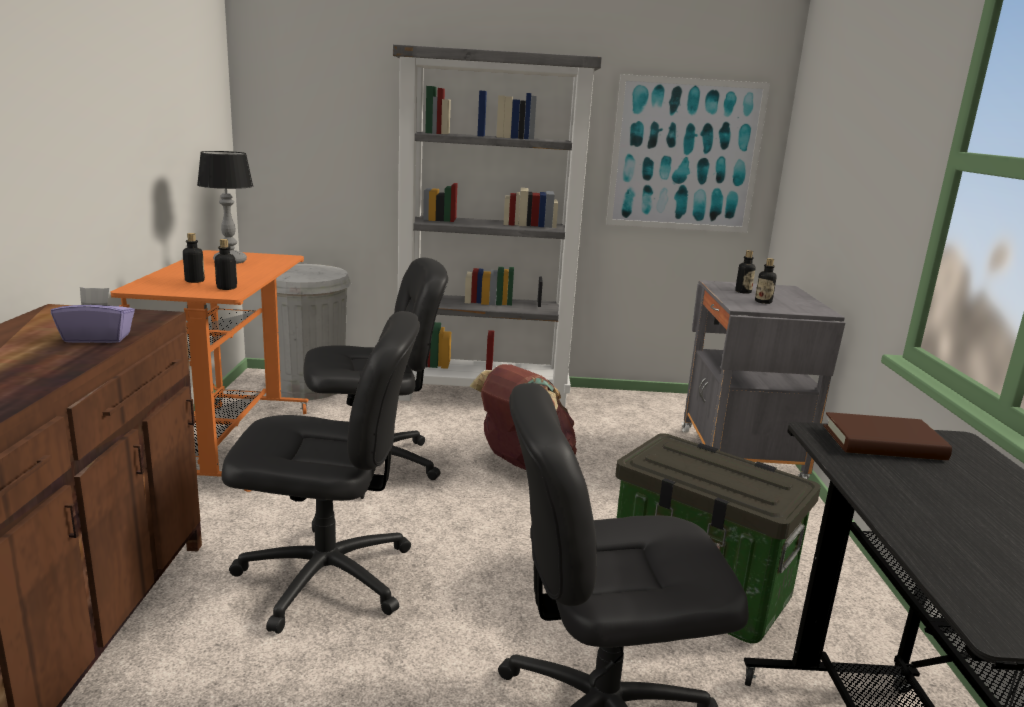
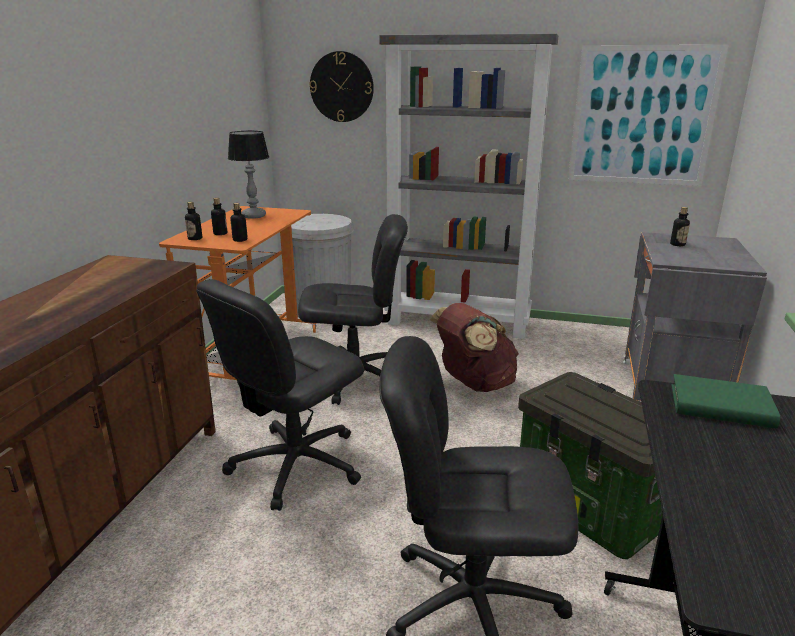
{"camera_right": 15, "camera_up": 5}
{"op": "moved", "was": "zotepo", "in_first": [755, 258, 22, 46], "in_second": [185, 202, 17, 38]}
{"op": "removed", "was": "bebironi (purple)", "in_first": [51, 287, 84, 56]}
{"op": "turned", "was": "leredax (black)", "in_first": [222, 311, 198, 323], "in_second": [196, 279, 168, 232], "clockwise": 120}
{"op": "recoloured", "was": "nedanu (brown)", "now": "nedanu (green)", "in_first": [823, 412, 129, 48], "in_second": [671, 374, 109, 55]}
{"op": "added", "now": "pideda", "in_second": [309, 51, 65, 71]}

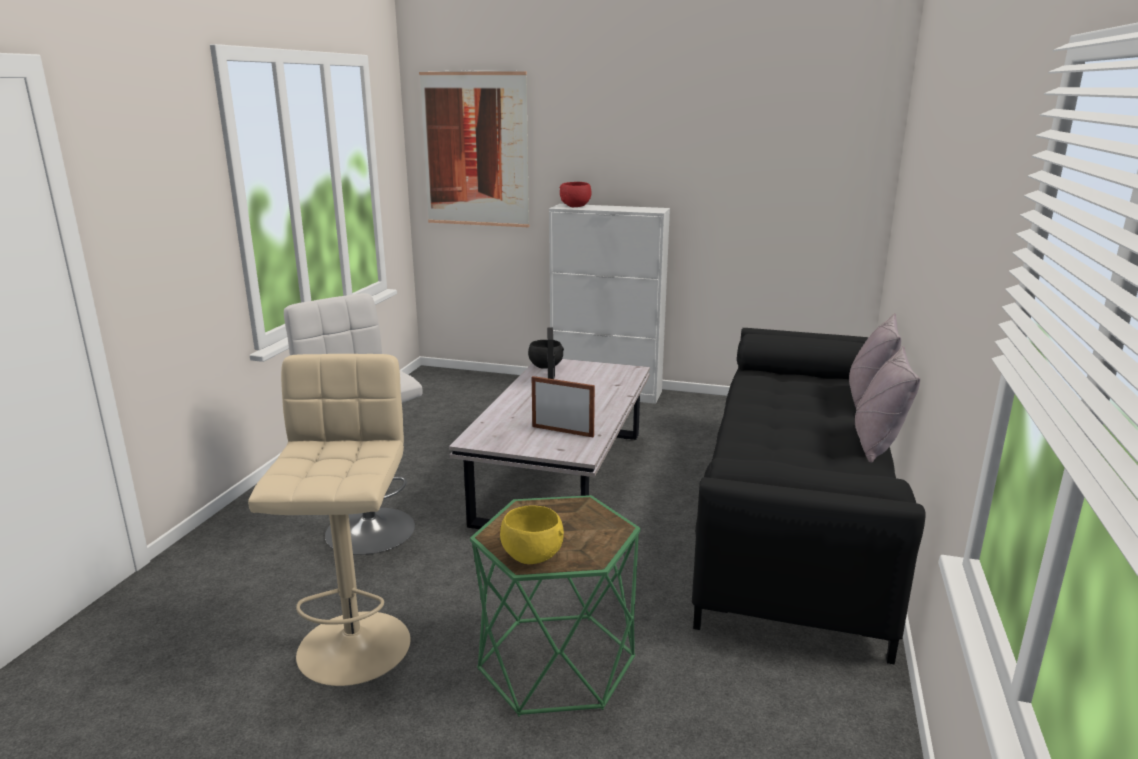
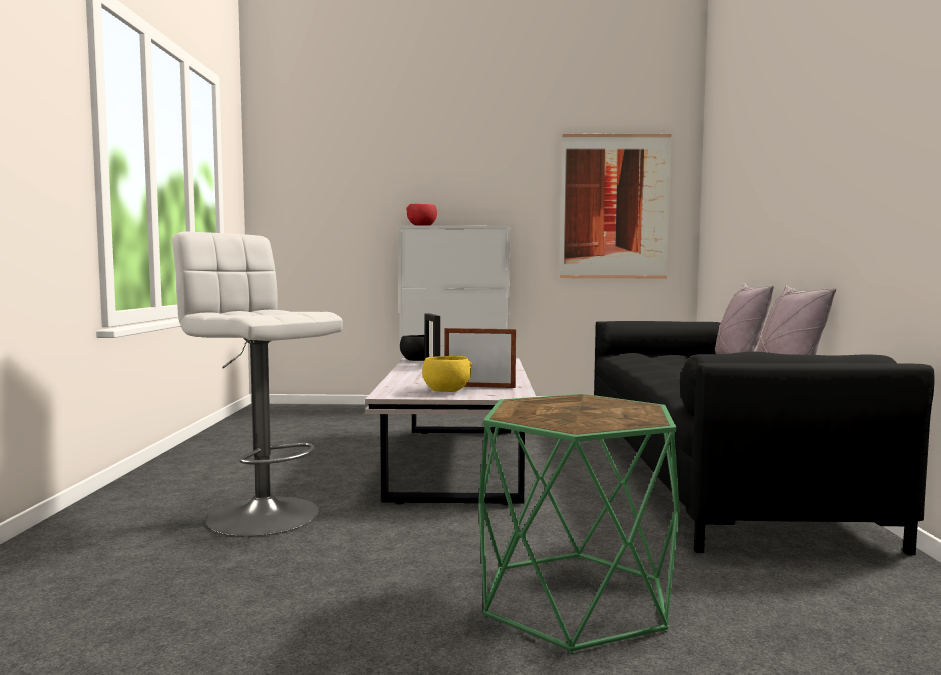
{"camera_right": -15, "camera_up": -15}
{"op": "moved", "was": "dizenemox", "in_first": [419, 71, 110, 156], "in_second": [560, 133, 111, 145]}
{"op": "removed", "was": "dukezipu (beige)", "in_first": [248, 354, 163, 332]}
{"op": "moved", "was": "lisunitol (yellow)", "in_first": [500, 506, 64, 58], "in_second": [422, 356, 51, 36]}

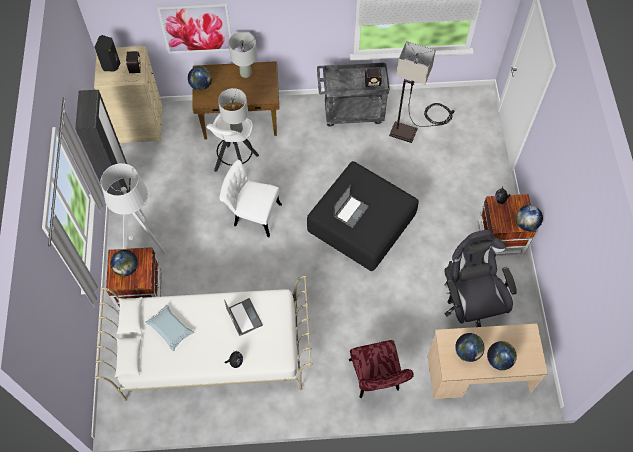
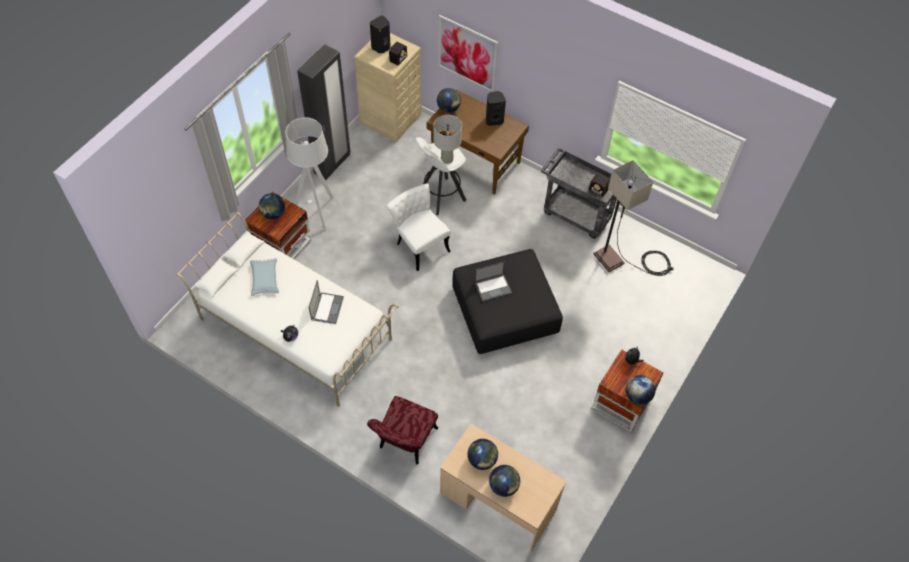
{"camera_right": 35, "camera_up": -5}
{"op": "replaced", "was": "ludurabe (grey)", "now": "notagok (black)", "in_first": [228, 32, 29, 46], "in_second": [486, 91, 20, 35]}
{"op": "removed", "was": "leredax (black)", "in_first": [445, 229, 72, 98]}

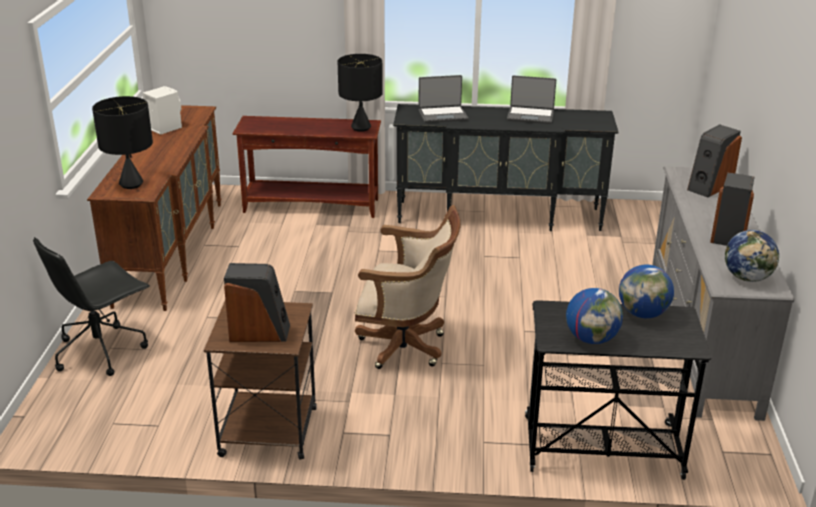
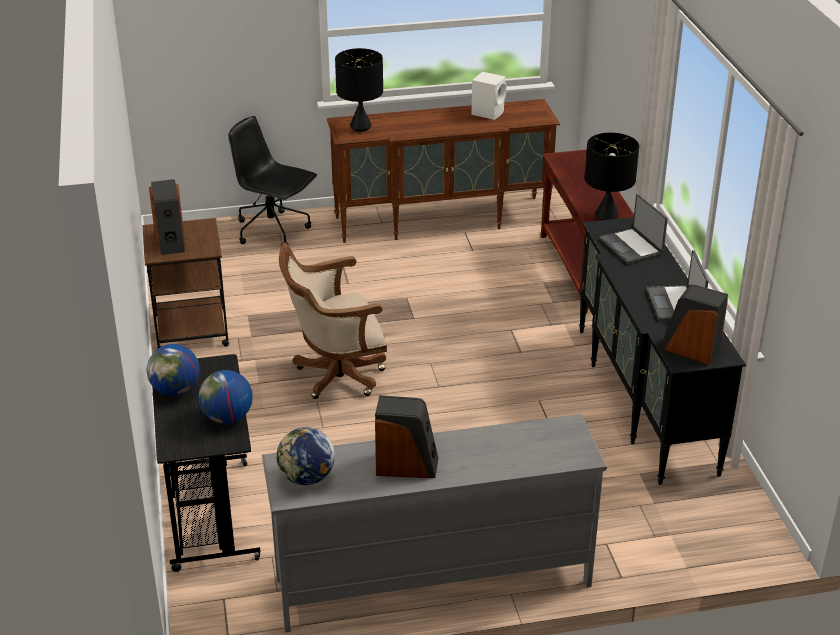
{"camera_right": 75, "camera_up": 5}
{"op": "moved", "was": "notagok", "in_first": [687, 124, 55, 73], "in_second": [660, 285, 68, 80]}
{"op": "turned", "was": "leredax", "in_first": [355, 205, 105, 164], "in_second": [279, 242, 108, 157], "clockwise": 75}

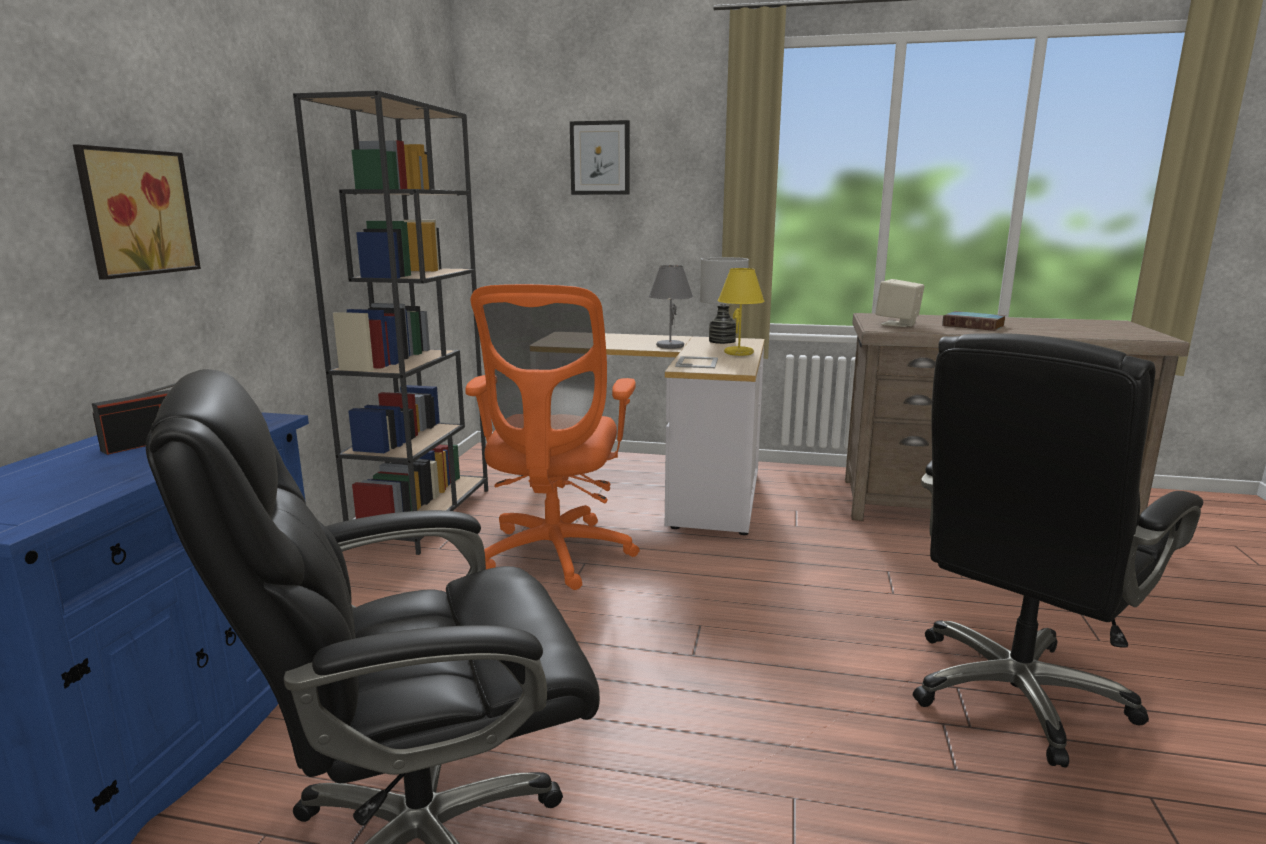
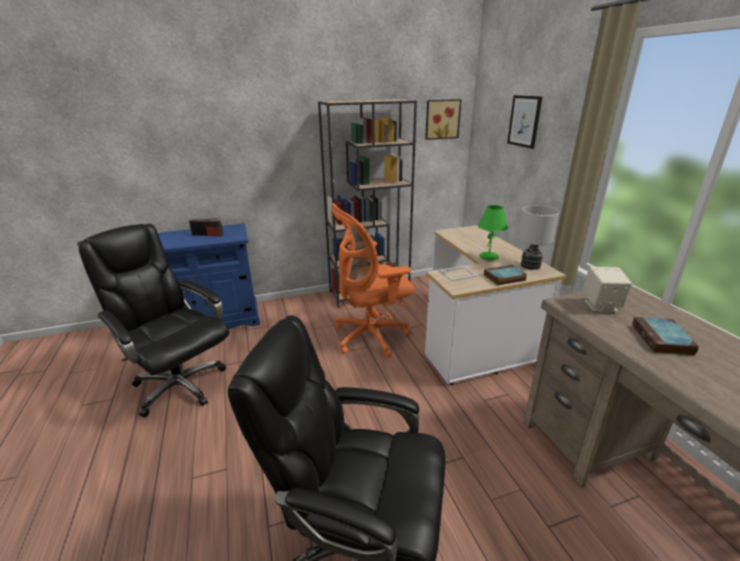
{"camera_right": 60, "camera_up": 10}
{"op": "moved", "was": "dizenemox", "in_first": [73, 144, 128, 136], "in_second": [425, 99, 37, 41]}
{"op": "recoloured", "was": "ludurabe (grey)", "now": "ludurabe (green)", "in_first": [649, 265, 44, 84], "in_second": [478, 205, 30, 55]}
{"op": "replaced", "was": "ludurabe (yellow)", "now": "nedanu", "in_first": [718, 268, 47, 88], "in_second": [484, 265, 43, 21]}

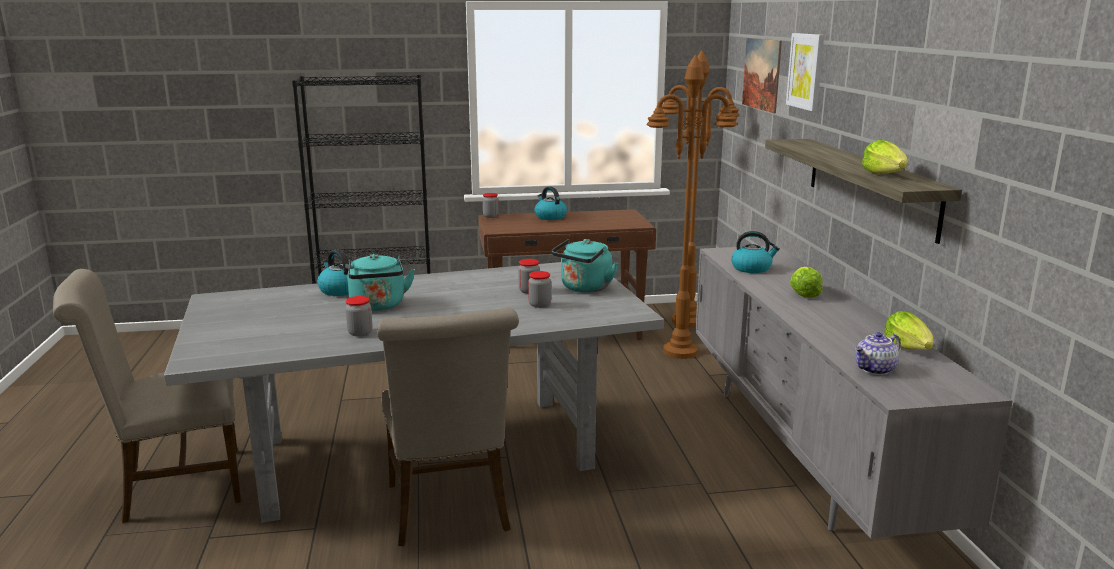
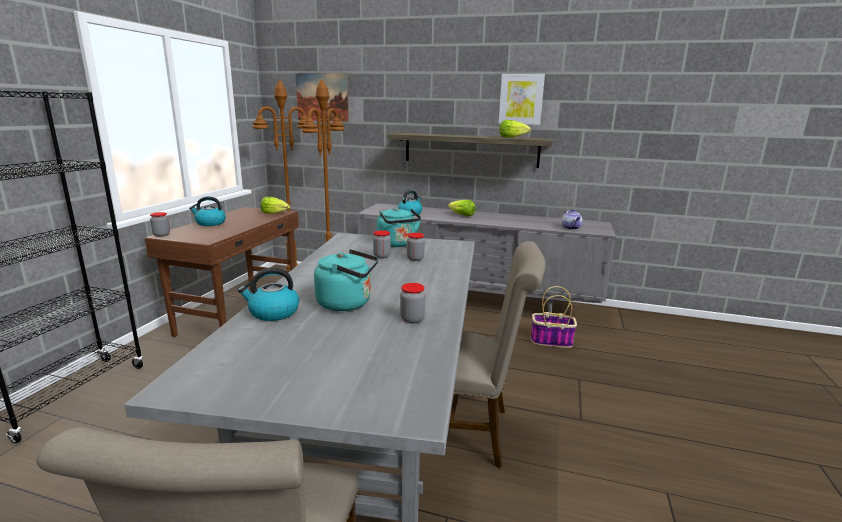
{"camera_right": -65, "camera_up": 0}
{"op": "moved", "was": "dizenemox", "in_first": [786, 33, 38, 78], "in_second": [498, 74, 47, 51]}
{"op": "moved", "was": "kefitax", "in_first": [884, 311, 50, 39], "in_second": [260, 197, 30, 17]}
{"op": "added", "now": "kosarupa", "in_second": [531, 286, 46, 62]}

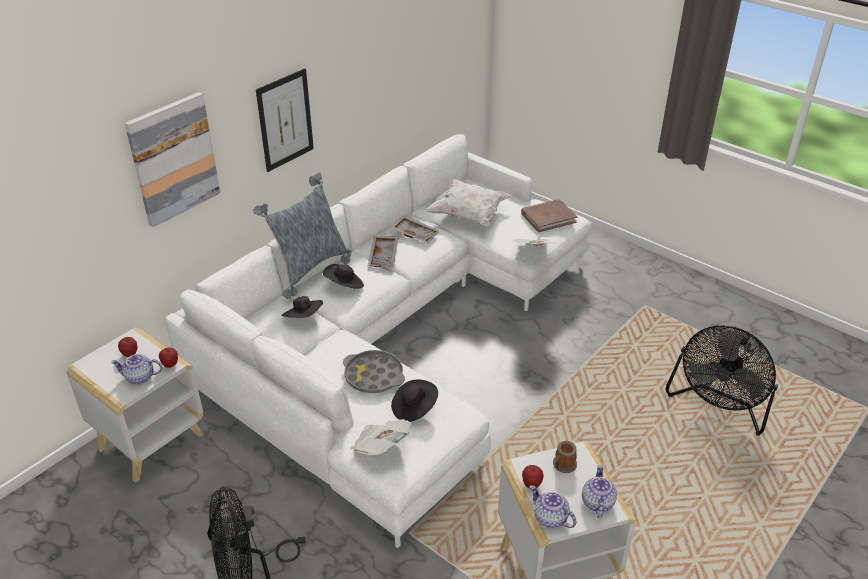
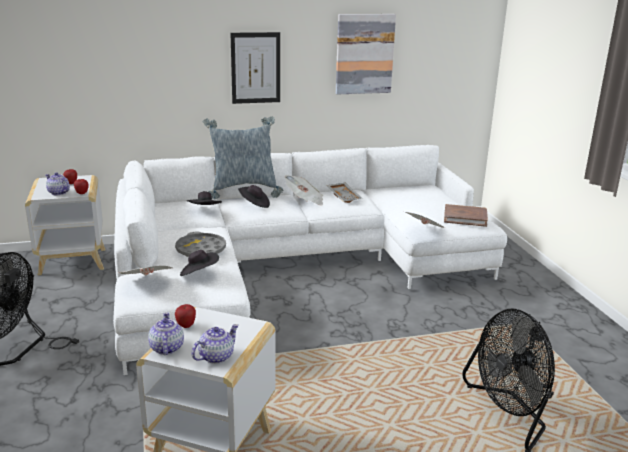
{"camera_right": 35, "camera_up": -15}
{"op": "moved", "was": "dizenemox", "in_first": [125, 92, 95, 135], "in_second": [336, 14, 60, 80]}
{"op": "removed", "was": "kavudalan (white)", "in_first": [425, 179, 87, 47]}
{"op": "replaced", "was": "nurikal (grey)", "now": "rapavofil", "in_first": [368, 236, 31, 31], "in_second": [285, 175, 38, 31]}
{"op": "removed", "was": "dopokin", "in_first": [553, 441, 24, 32]}

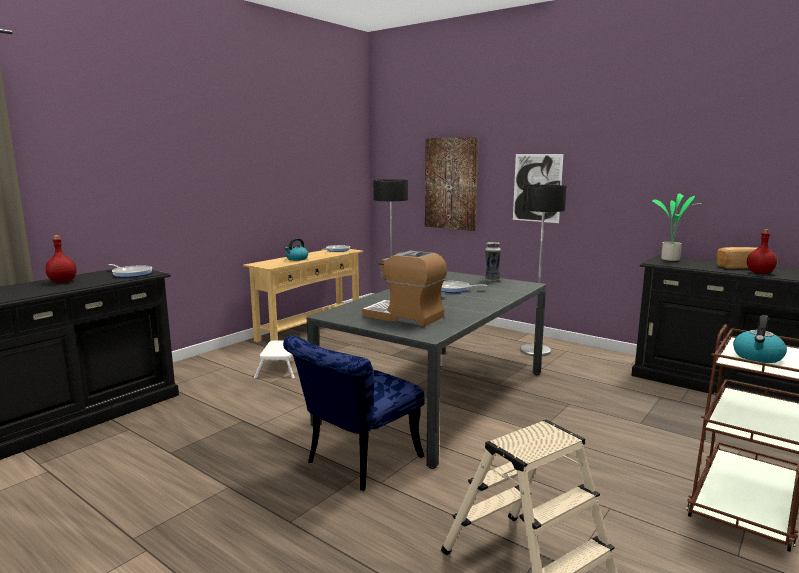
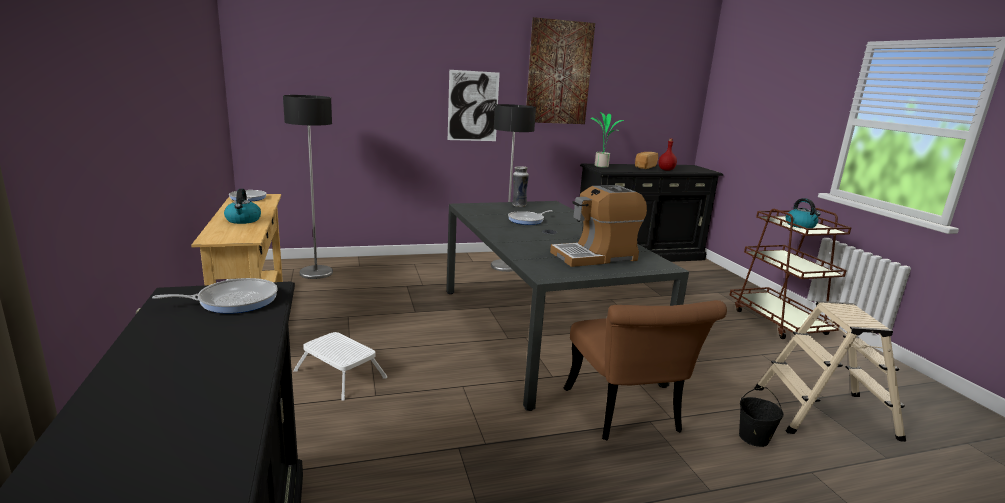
{"camera_right": -55, "camera_up": 5}
{"op": "moved", "was": "dizenemox", "in_first": [425, 137, 53, 94], "in_second": [526, 17, 69, 107]}
{"op": "removed", "was": "zotepo (red)", "in_first": [45, 235, 32, 48]}
{"op": "recoloured", "was": "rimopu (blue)", "now": "rimopu (brown)", "in_first": [283, 335, 142, 156], "in_second": [563, 300, 164, 140]}
{"op": "added", "now": "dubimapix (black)", "in_second": [739, 387, 45, 60]}

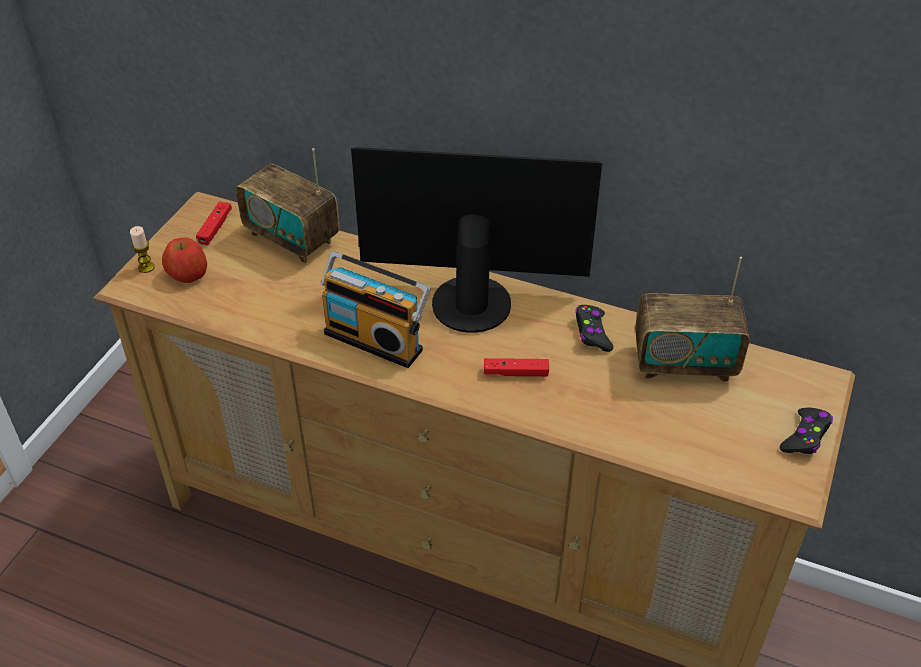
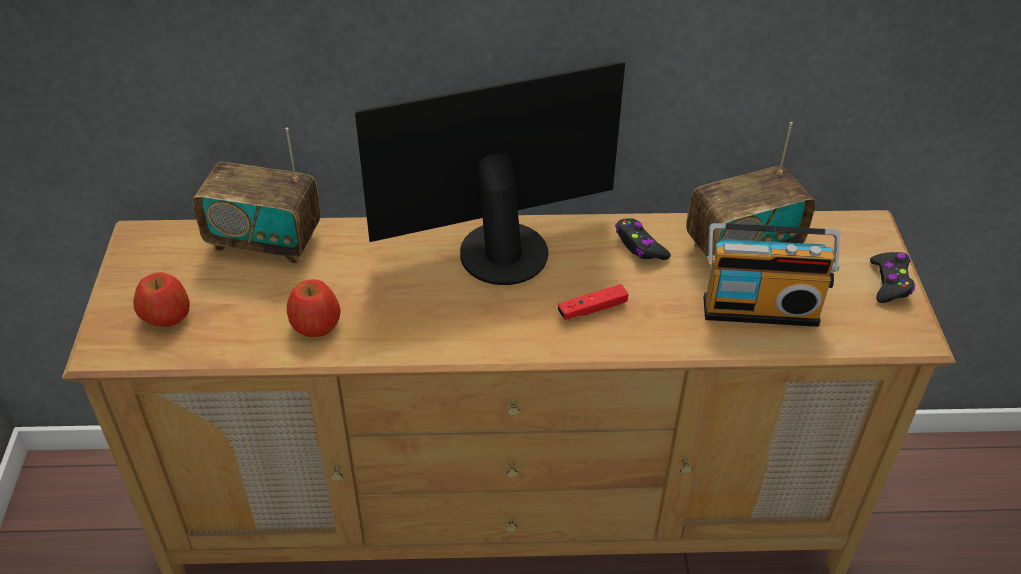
{"camera_right": -25, "camera_up": 0}
{"op": "removed", "was": "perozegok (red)", "in_first": [196, 202, 36, 43]}
{"op": "removed", "was": "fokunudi", "in_first": [130, 226, 25, 47]}
{"op": "moved", "was": "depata", "in_first": [320, 251, 110, 117], "in_second": [703, 223, 137, 104]}
{"op": "added", "now": "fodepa", "in_second": [287, 279, 54, 58]}

